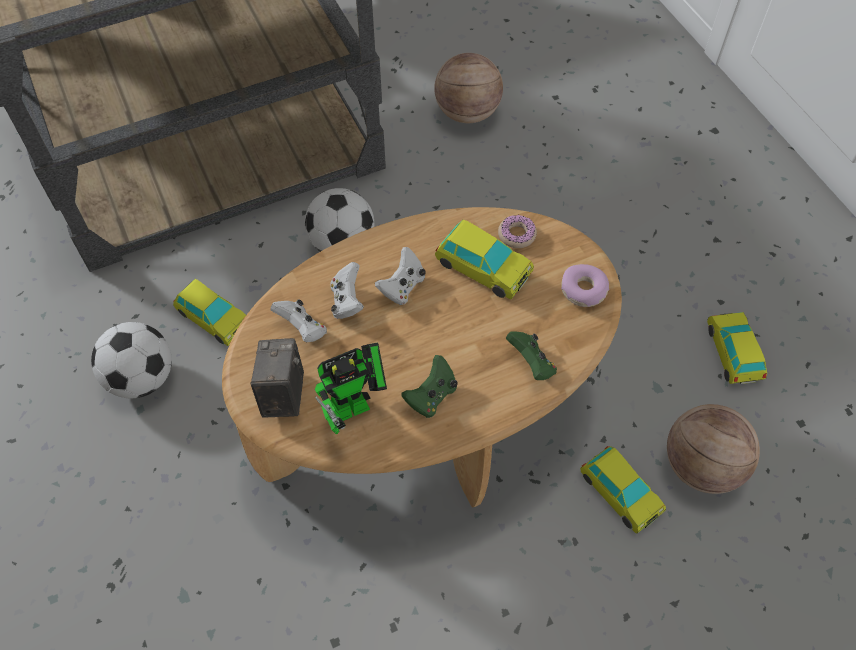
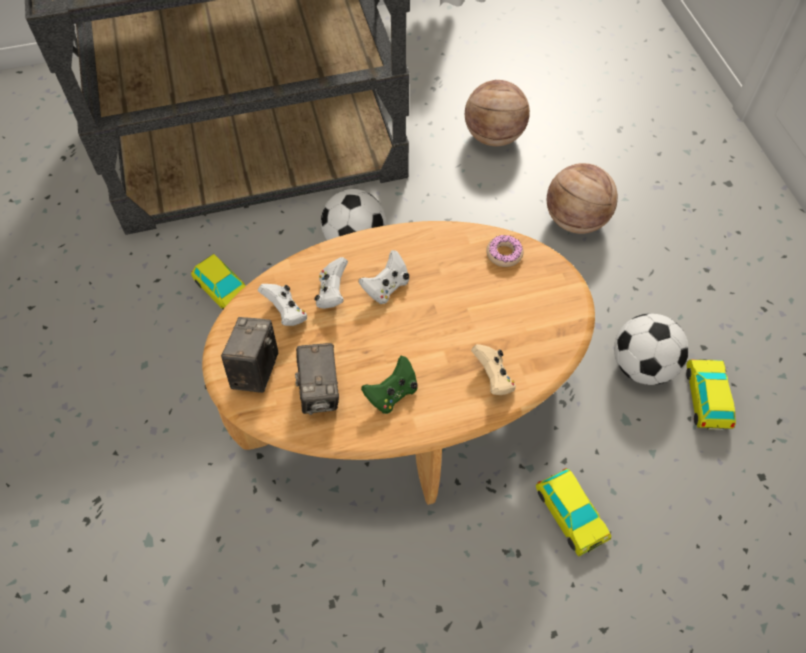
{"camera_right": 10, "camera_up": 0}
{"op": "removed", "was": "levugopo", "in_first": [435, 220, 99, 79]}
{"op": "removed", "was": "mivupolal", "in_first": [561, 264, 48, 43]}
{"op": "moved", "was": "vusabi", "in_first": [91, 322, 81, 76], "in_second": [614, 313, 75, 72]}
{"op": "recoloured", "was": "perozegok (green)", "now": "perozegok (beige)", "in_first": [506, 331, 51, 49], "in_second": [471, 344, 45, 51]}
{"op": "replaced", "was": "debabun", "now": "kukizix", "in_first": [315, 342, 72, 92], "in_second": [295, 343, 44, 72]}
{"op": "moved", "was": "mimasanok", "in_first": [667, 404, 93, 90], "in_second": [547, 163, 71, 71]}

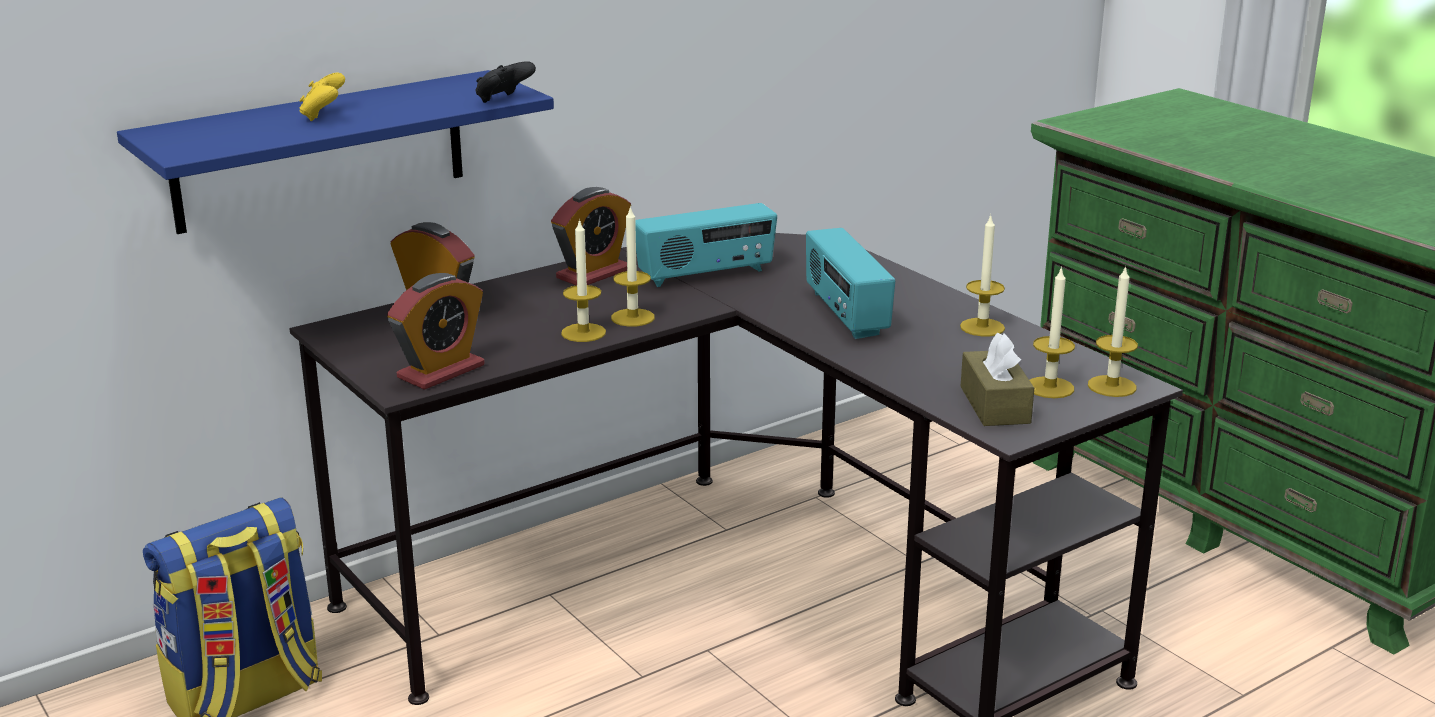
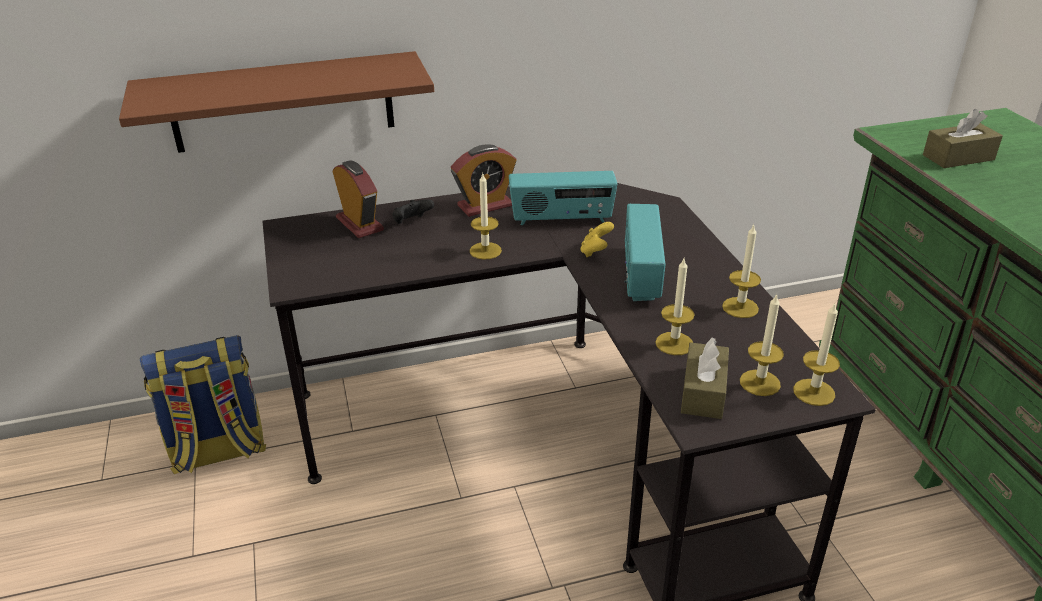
{"camera_right": 20, "camera_up": 10}
{"op": "moved", "was": "perozegok (black)", "in_first": [475, 61, 61, 42], "in_second": [392, 199, 42, 25]}
{"op": "recoloured", "was": "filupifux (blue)", "now": "filupifux (brown)", "in_first": [117, 70, 437, 164], "in_second": [119, 51, 315, 102]}
{"op": "moved", "was": "perozegok (yellow)", "in_first": [299, 73, 46, 48], "in_second": [580, 222, 34, 35]}
{"op": "moved", "was": "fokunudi", "in_first": [561, 219, 45, 123], "in_second": [655, 259, 40, 96]}
{"op": "removed", "was": "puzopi", "in_first": [387, 273, 97, 117]}
{"op": "added", "now": "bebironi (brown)", "in_second": [923, 109, 80, 59]}

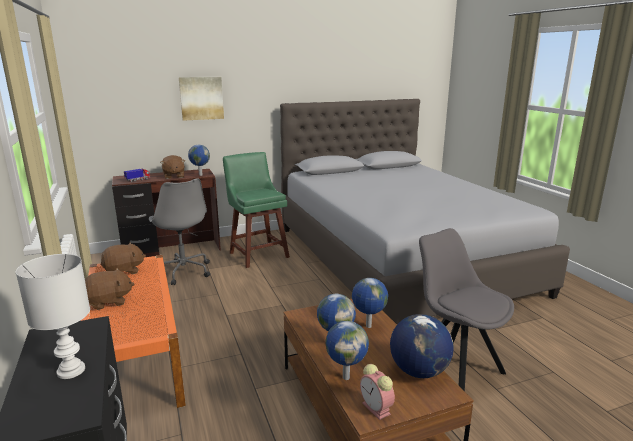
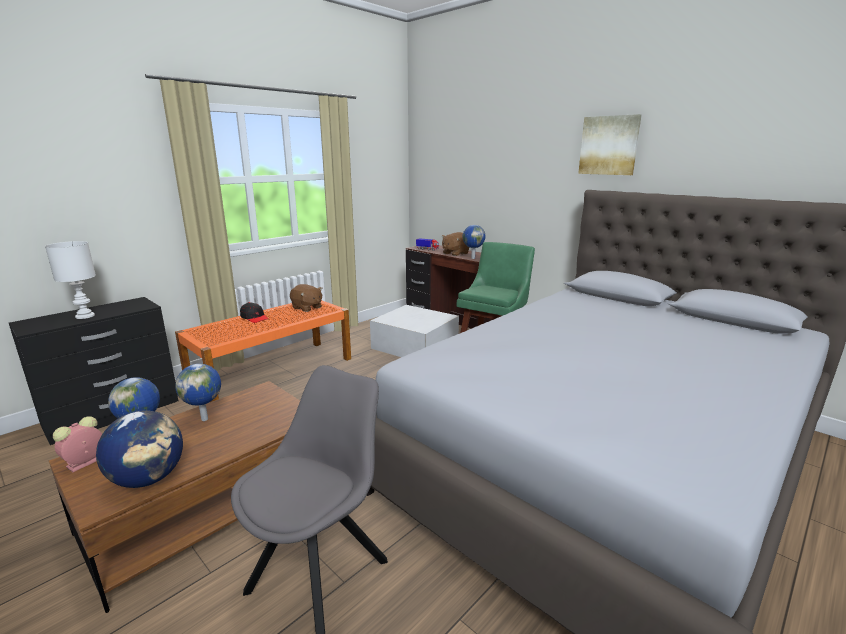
{"camera_right": 65, "camera_up": 0}
{"op": "moved", "was": "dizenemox", "in_first": [179, 77, 45, 44], "in_second": [578, 114, 63, 61]}
{"op": "replaced", "was": "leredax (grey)", "now": "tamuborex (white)", "in_first": [149, 178, 61, 107], "in_second": [370, 305, 89, 52]}
{"op": "replaced", "was": "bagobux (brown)", "now": "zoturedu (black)", "in_first": [85, 268, 49, 42], "in_second": [240, 302, 29, 21]}
{"op": "removed", "was": "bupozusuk", "in_first": [352, 278, 36, 50]}

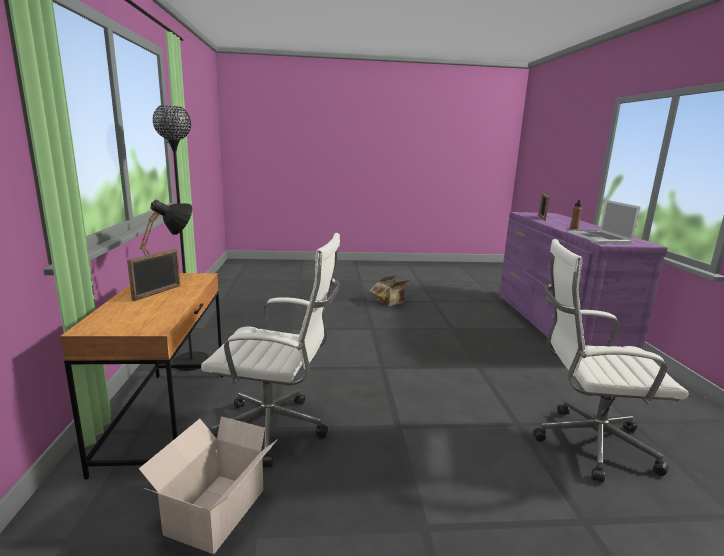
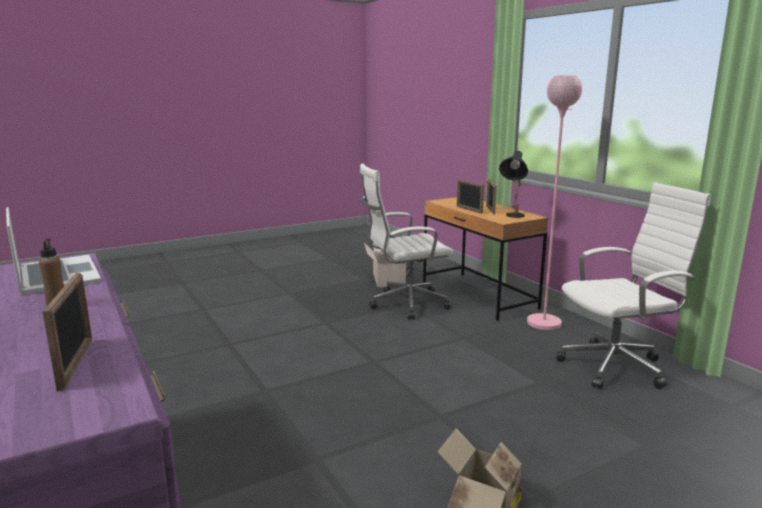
{"camera_right": 155, "camera_up": 0}
{"op": "recoloured", "was": "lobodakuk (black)", "now": "lobodakuk (pink)", "in_first": [153, 105, 56, 266], "in_second": [527, 75, 55, 255]}
{"op": "moved", "was": "leredax (white)", "in_first": [533, 239, 156, 244], "in_second": [556, 182, 155, 207]}
{"op": "added", "now": "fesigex", "in_second": [457, 179, 27, 35]}

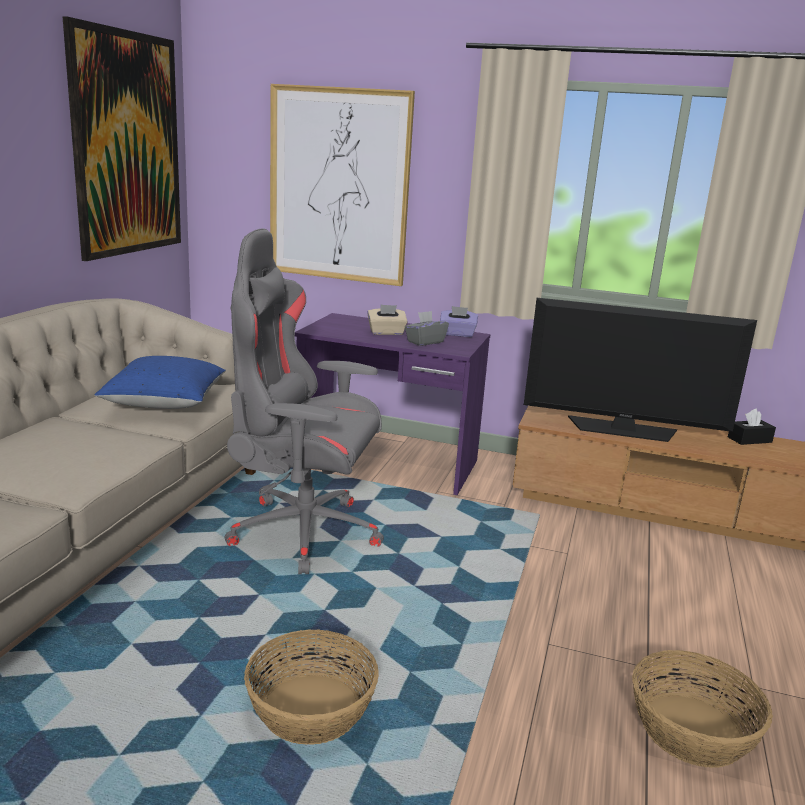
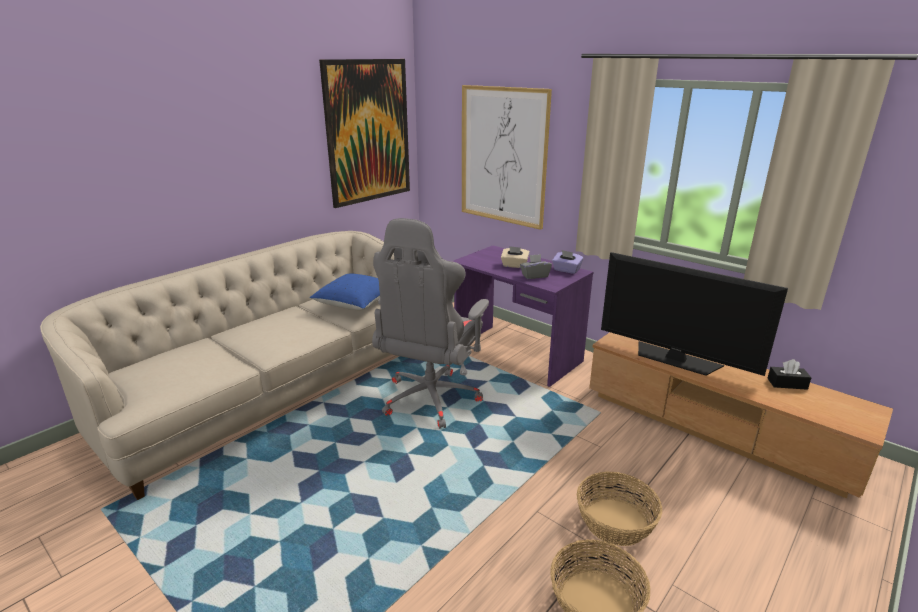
{"camera_right": 25, "camera_up": 5}
{"op": "turned", "was": "leredax (grey)", "in_first": [225, 228, 159, 346], "in_second": [372, 218, 117, 211], "clockwise": -105}
{"op": "moved", "was": "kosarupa", "in_first": [244, 629, 135, 116], "in_second": [577, 472, 85, 74]}

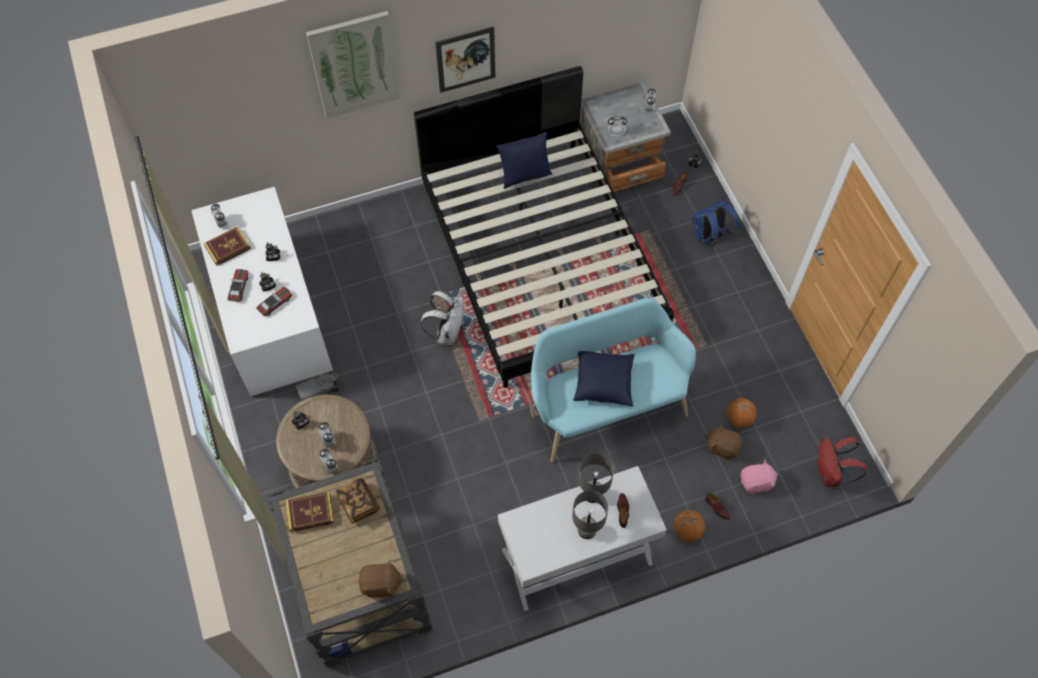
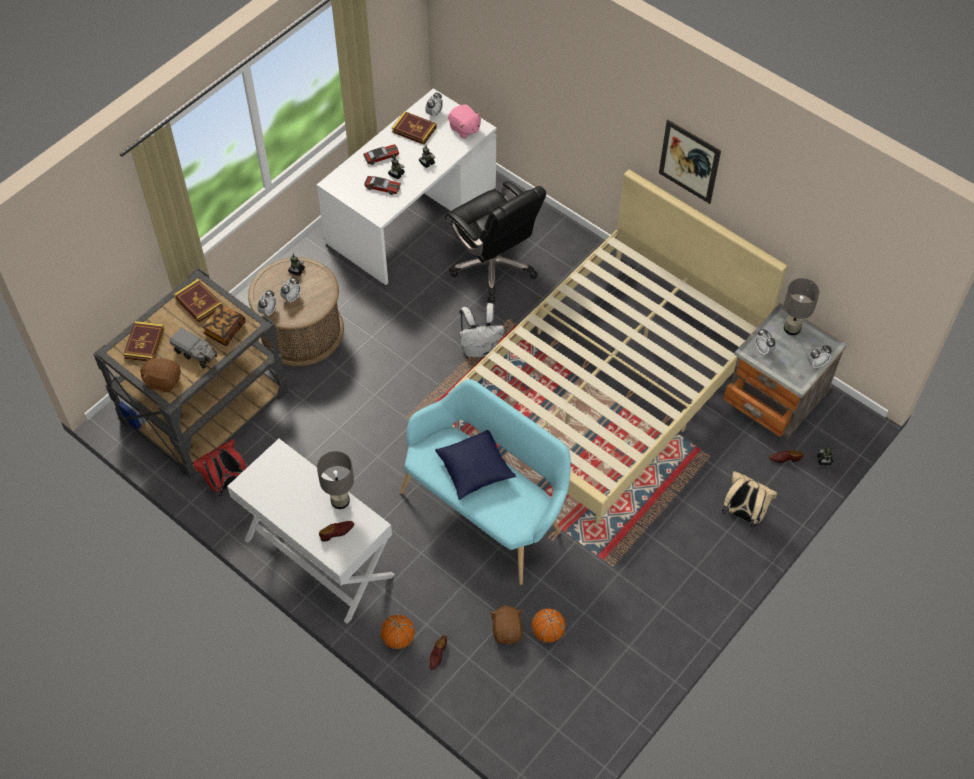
{"camera_right": 60, "camera_up": -5}
{"op": "removed", "was": "dizenemox", "in_first": [306, 11, 94, 107]}
{"op": "recoloured", "was": "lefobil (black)", "now": "lefobil (beige)", "in_first": [414, 66, 260, 322], "in_second": [449, 169, 338, 356]}
{"op": "removed", "was": "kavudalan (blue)", "in_first": [496, 132, 56, 57]}
{"op": "recoloured", "was": "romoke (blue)", "now": "romoke (beige)", "in_first": [692, 199, 47, 48], "in_second": [722, 471, 55, 57]}
{"op": "moved", "was": "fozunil", "in_first": [295, 373, 45, 28], "in_second": [170, 328, 47, 41]}
{"op": "moved", "was": "romoke (red)", "in_first": [818, 436, 49, 51], "in_second": [193, 439, 54, 58]}
{"op": "moved", "was": "bagobux (pink)", "in_first": [741, 459, 37, 35], "in_second": [448, 104, 33, 35]}
{"op": "moved", "was": "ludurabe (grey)", "in_first": [572, 490, 36, 49], "in_second": [784, 278, 36, 57]}
{"op": "turned", "was": "bagobux (brown)", "in_first": [358, 560, 46, 37], "in_second": [140, 354, 41, 39], "clockwise": 135}
{"op": "added", "now": "leredax (black)", "in_second": [445, 181, 101, 121]}
{"op": "added", "now": "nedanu", "in_second": [123, 321, 42, 40]}

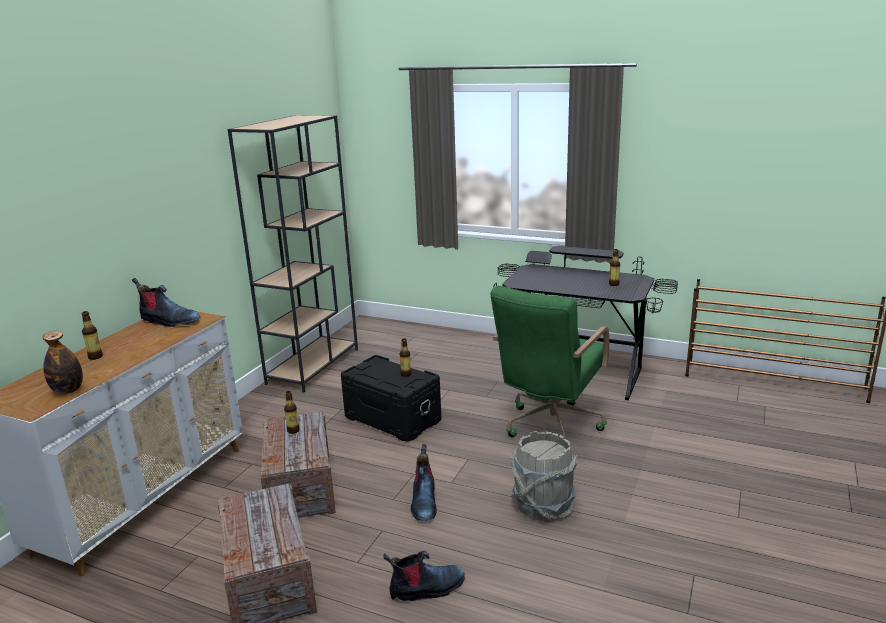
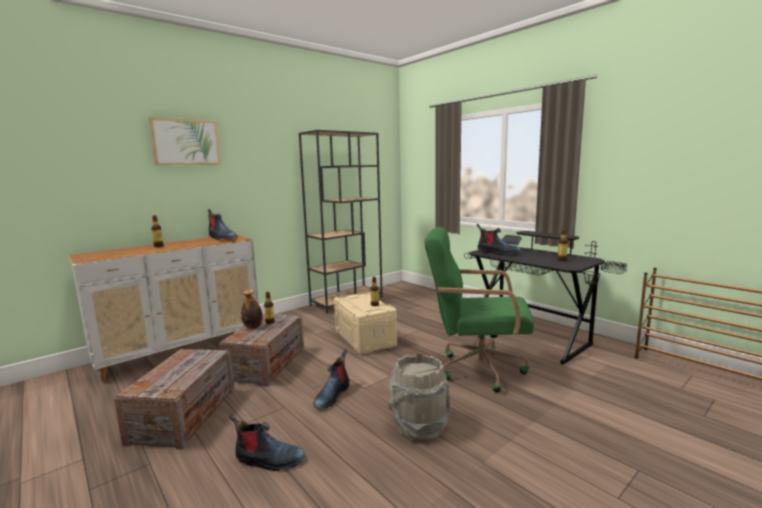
{"camera_right": 25, "camera_up": -10}
{"op": "turned", "was": "leredax (green)", "in_first": [491, 286, 118, 153], "in_second": [424, 227, 110, 165], "clockwise": 45}
{"op": "moved", "was": "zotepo", "in_first": [43, 331, 40, 63], "in_second": [241, 289, 22, 40]}
{"op": "recoloured", "was": "tamuborex (black)", "now": "tamuborex (beige)", "in_first": [341, 355, 100, 87], "in_second": [334, 292, 63, 62]}
{"op": "added", "now": "dizenemox", "in_second": [148, 117, 73, 49]}
{"op": "added", "now": "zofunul", "in_second": [477, 224, 44, 31]}

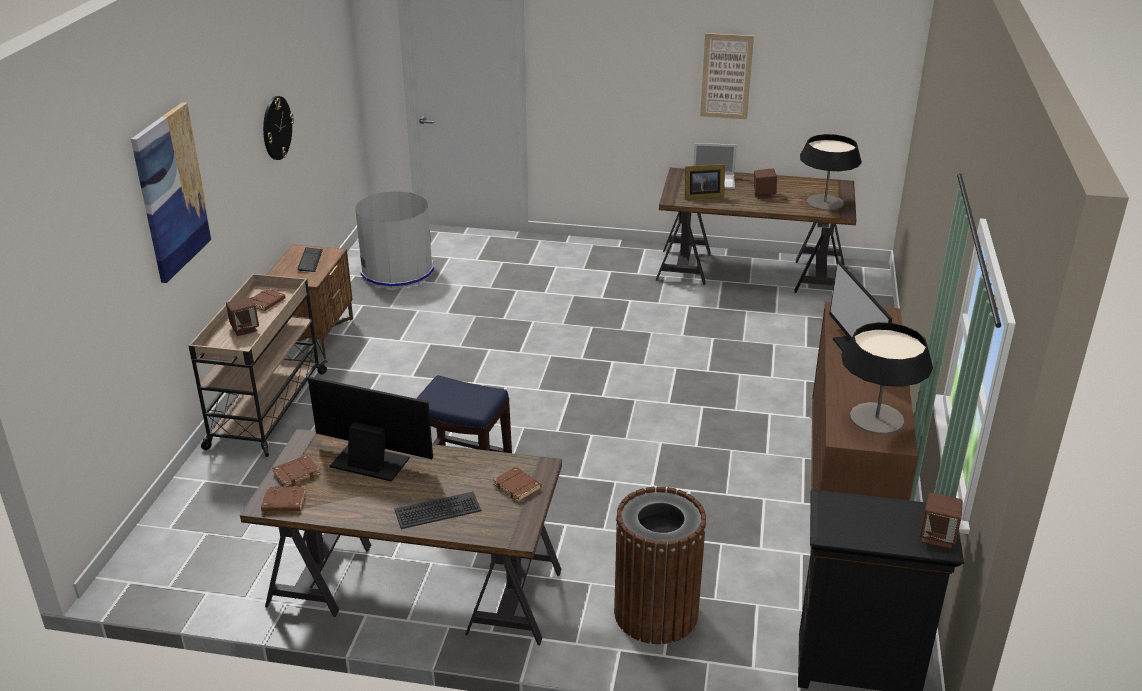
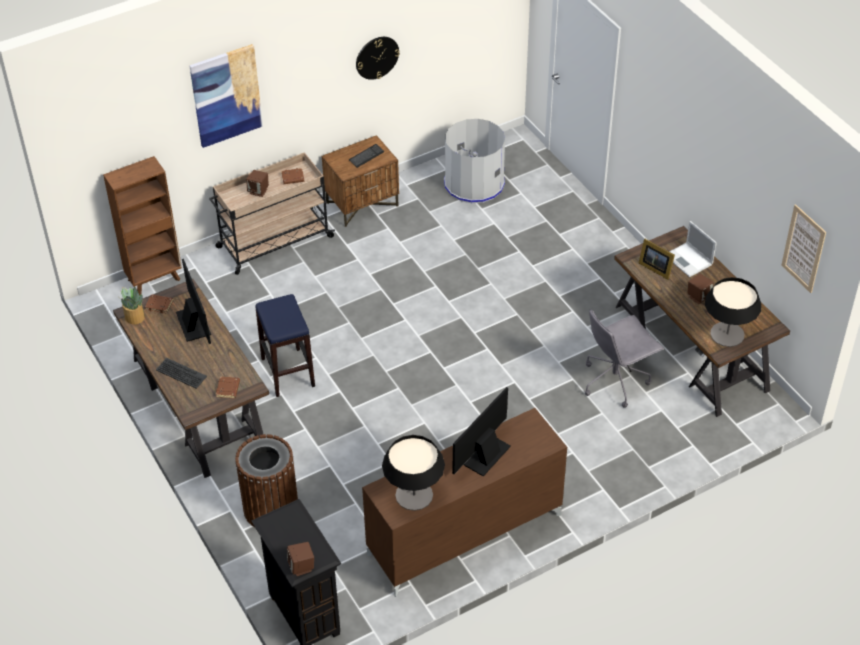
{"camera_right": 50, "camera_up": 15}
{"op": "moved", "was": "dizenemox", "in_first": [700, 33, 54, 86], "in_second": [781, 204, 45, 89]}
{"op": "replaced", "was": "nedanu (brown)", "now": "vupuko", "in_first": [261, 486, 46, 25], "in_second": [121, 287, 24, 38]}
{"op": "added", "now": "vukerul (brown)", "in_second": [103, 156, 79, 140]}
{"op": "added", "now": "leredax (grey)", "in_second": [585, 309, 79, 99]}

